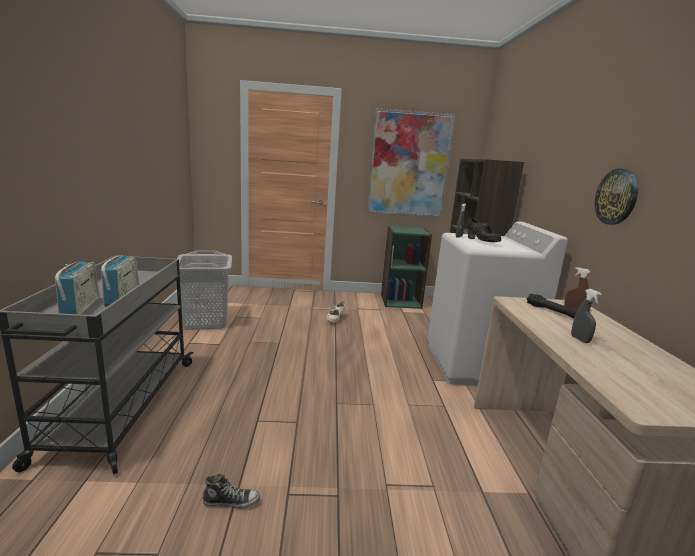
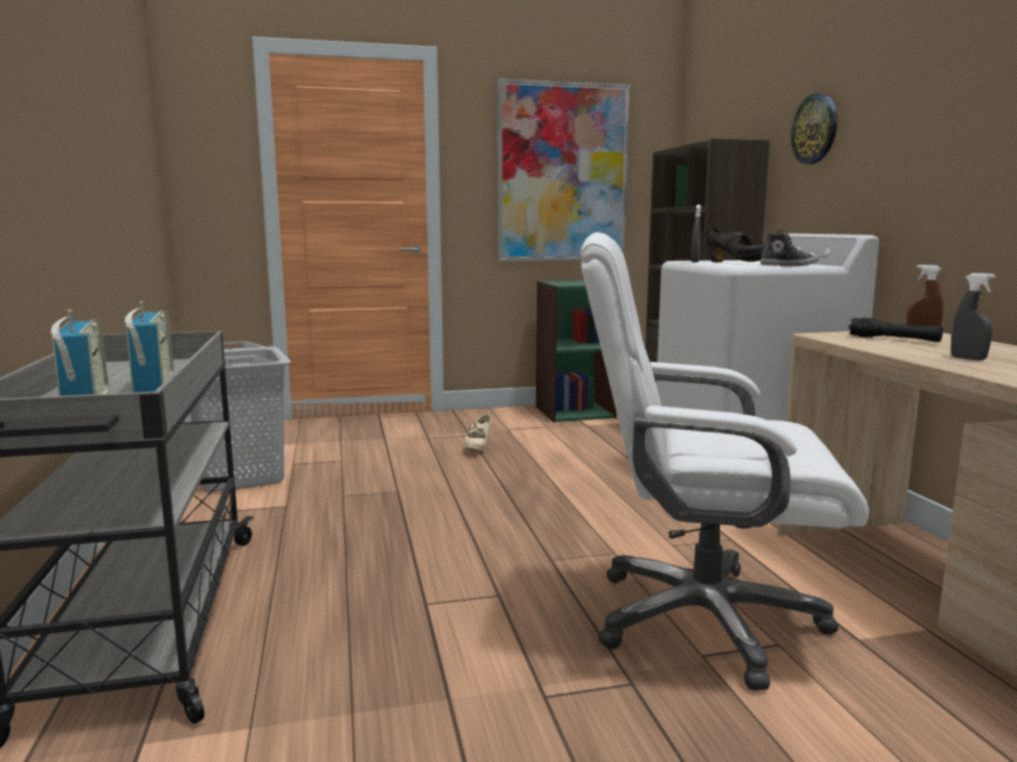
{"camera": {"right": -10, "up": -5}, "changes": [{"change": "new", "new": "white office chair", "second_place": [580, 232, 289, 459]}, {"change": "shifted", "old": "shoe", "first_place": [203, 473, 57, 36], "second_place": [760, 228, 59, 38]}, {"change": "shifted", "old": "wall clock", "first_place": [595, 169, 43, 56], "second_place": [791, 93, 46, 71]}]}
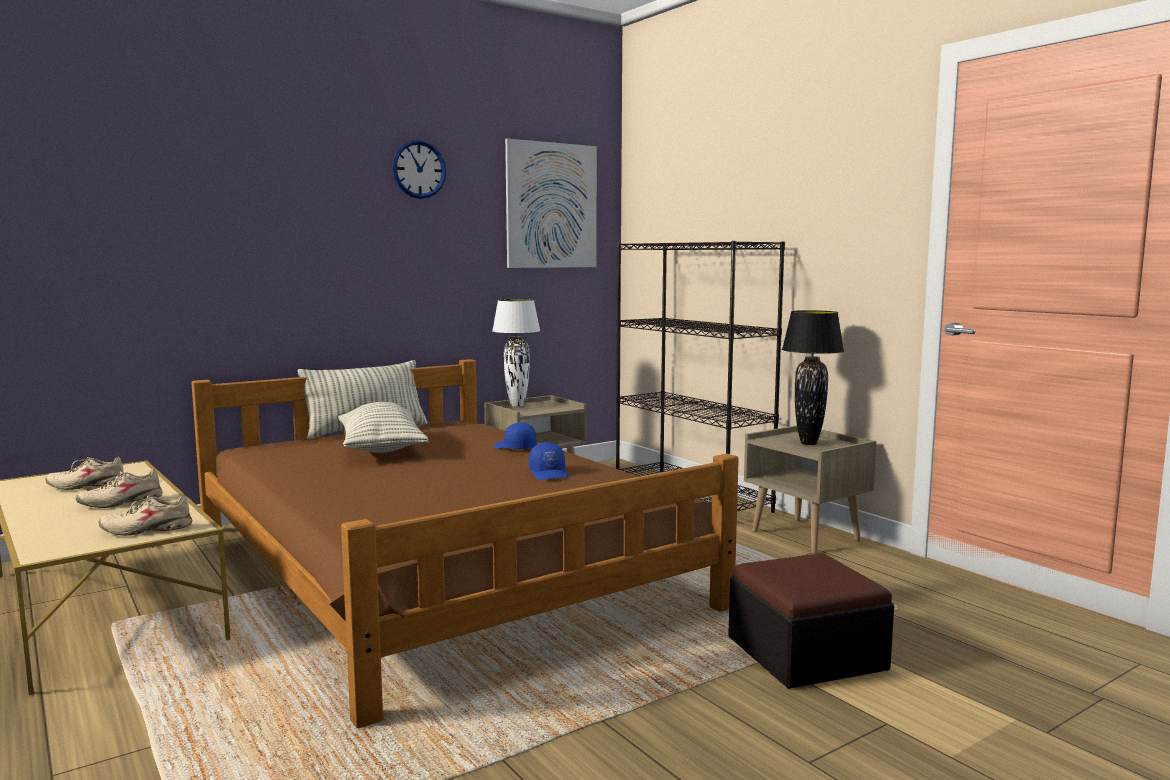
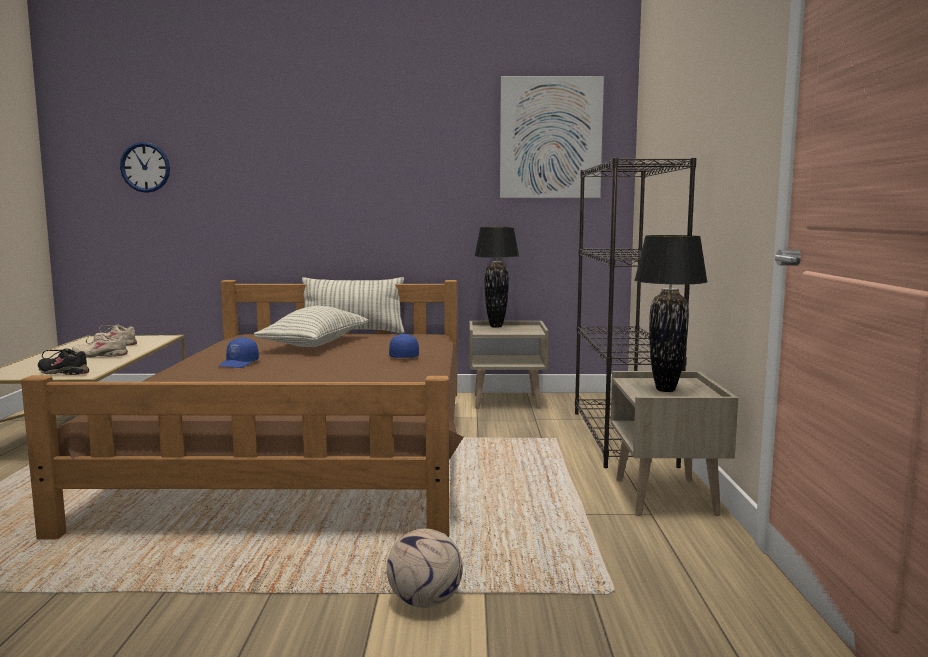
{"camera": {"right": 35, "up": 0}, "changes": [{"change": "repainted", "old": "beige shoe", "new": "black shoe", "first_place": [99, 495, 94, 41], "second_place": [38, 349, 51, 26]}, {"change": "shifted", "old": "wall clock", "first_place": [392, 140, 54, 59], "second_place": [120, 142, 50, 51]}, {"change": "shifted", "old": "blue cap", "first_place": [529, 442, 39, 38], "second_place": [219, 337, 40, 31]}, {"change": "swapped", "old": "ottoman", "new": "football", "first_place": [728, 553, 166, 136], "second_place": [387, 529, 76, 79]}, {"change": "repainted", "old": "white table lamp", "new": "black table lamp", "first_place": [492, 299, 48, 108], "second_place": [475, 227, 44, 101]}]}
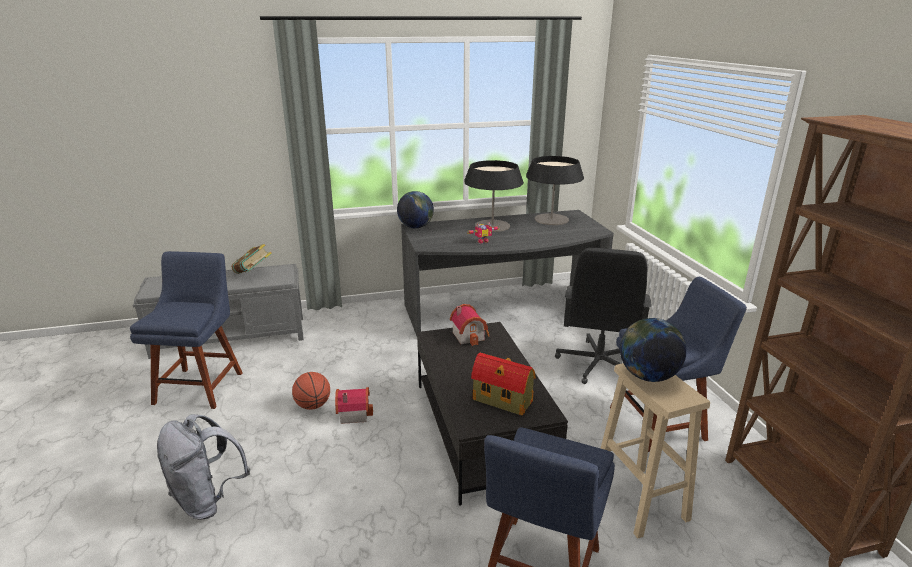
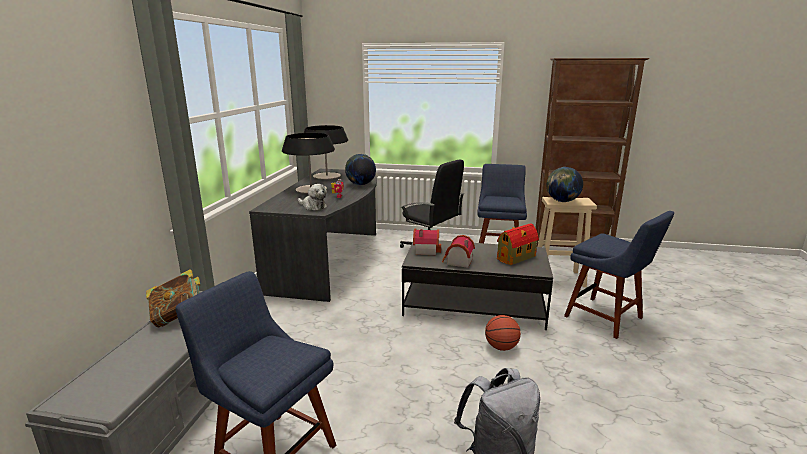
{"camera": {"right": -65, "up": -5}, "changes": [{"change": "new", "new": "plush toy", "second_place": [298, 184, 29, 26]}, {"change": "shifted", "old": "globe", "first_place": [397, 191, 37, 37], "second_place": [345, 154, 31, 31]}, {"change": "shifted", "old": "toy house", "first_place": [335, 387, 38, 37], "second_place": [442, 235, 33, 33]}, {"change": "shifted", "old": "basketball", "first_place": [292, 372, 38, 38], "second_place": [485, 315, 36, 36]}]}
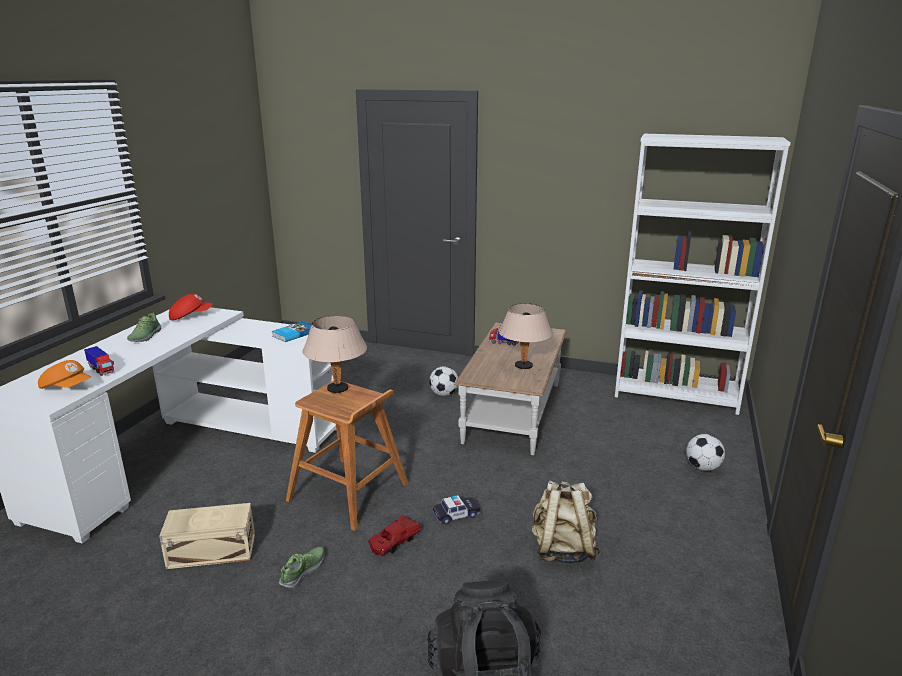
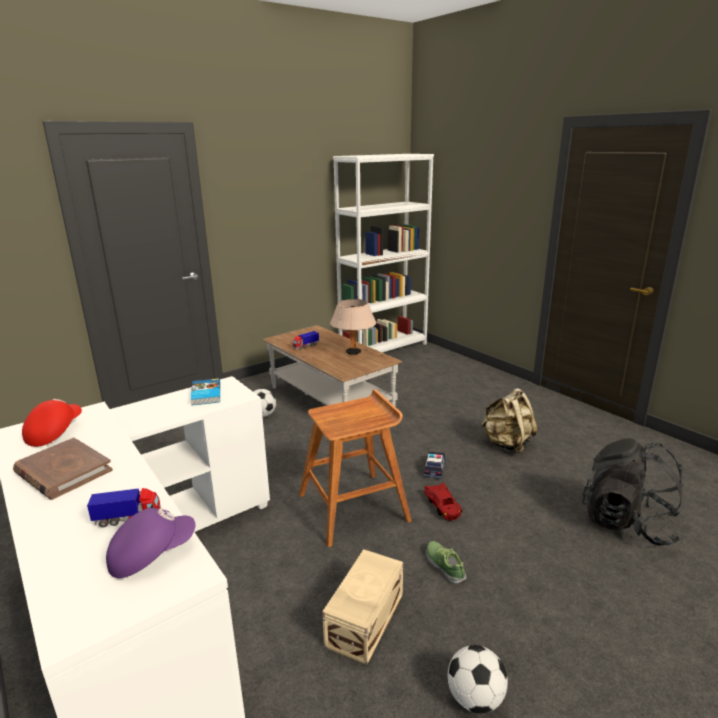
{"camera": {"right": -55, "up": 0}, "changes": [{"change": "swapped", "old": "shoe", "new": "brown book", "first_place": [127, 312, 35, 30], "second_place": [13, 438, 100, 62]}, {"change": "repainted", "old": "orange cap", "new": "purple cap", "first_place": [38, 360, 53, 29], "second_place": [106, 508, 89, 70]}, {"change": "shifted", "old": "football", "first_place": [686, 434, 39, 37], "second_place": [448, 645, 60, 68]}, {"change": "gone", "old": "beige table lamp", "first_place": [303, 315, 64, 78]}]}
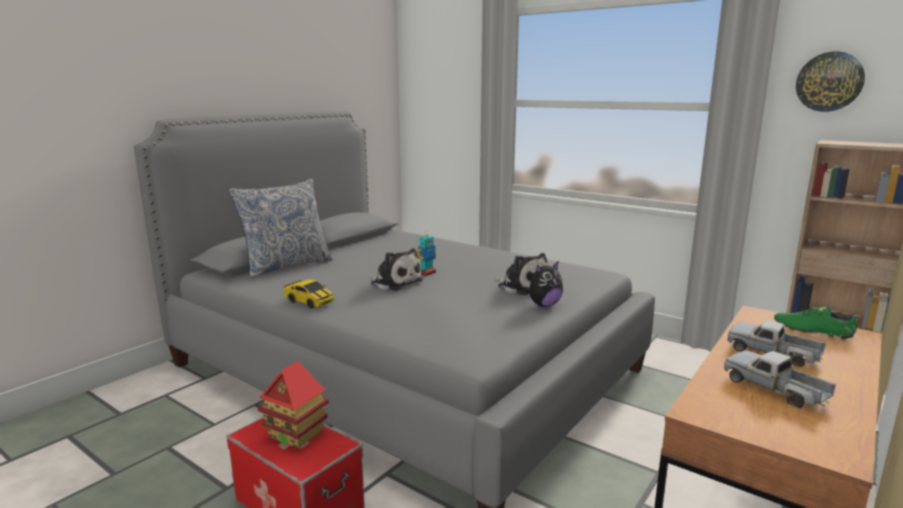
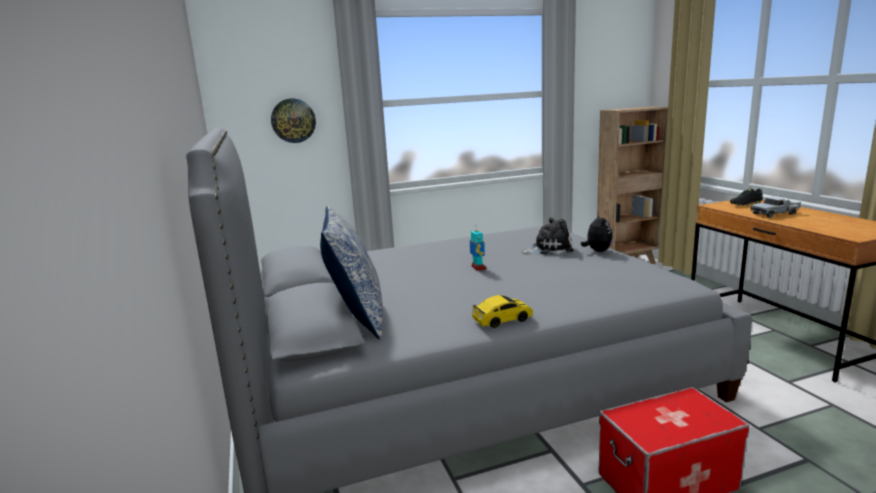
{"camera": {"right": -55, "up": 0}, "changes": [{"change": "shifted", "old": "wall clock", "first_place": [796, 51, 69, 61], "second_place": [271, 98, 45, 45]}, {"change": "repainted", "old": "green shoe", "new": "black shoe", "first_place": [774, 306, 83, 34], "second_place": [730, 188, 33, 18]}, {"change": "gone", "old": "toy house", "first_place": [258, 361, 71, 87]}, {"change": "gone", "old": "plush toy", "first_place": [368, 248, 55, 43]}, {"change": "gone", "old": "toy truck", "first_place": [724, 351, 112, 57]}]}
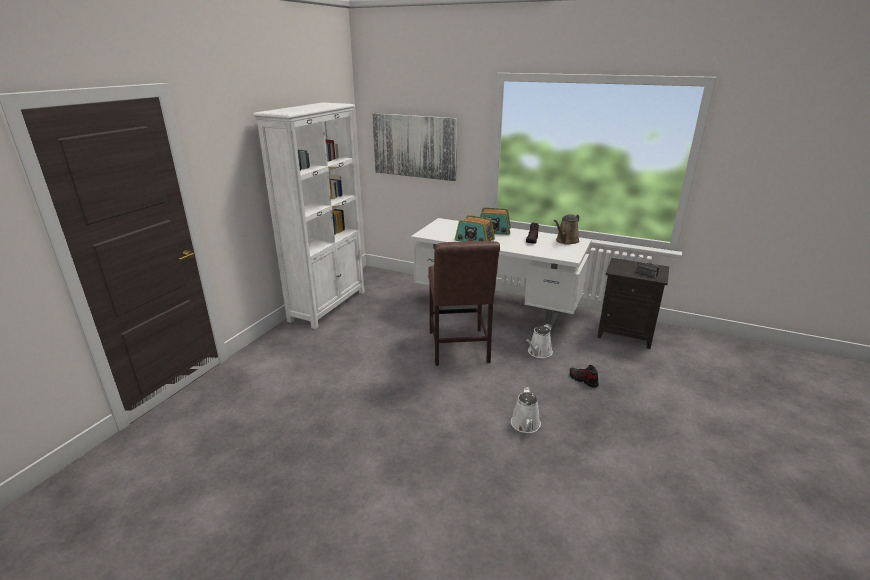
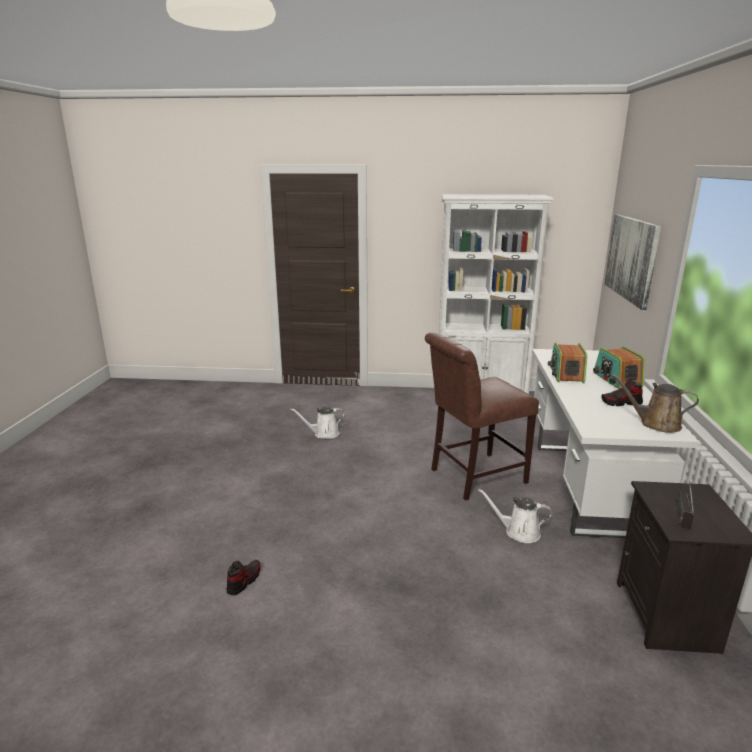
{"camera": {"right": 70, "up": -5}, "changes": [{"change": "shifted", "old": "shoe", "first_place": [570, 365, 29, 23], "second_place": [227, 560, 33, 35]}, {"change": "shifted", "old": "white watering can", "first_place": [511, 387, 30, 46], "second_place": [290, 407, 55, 32]}]}
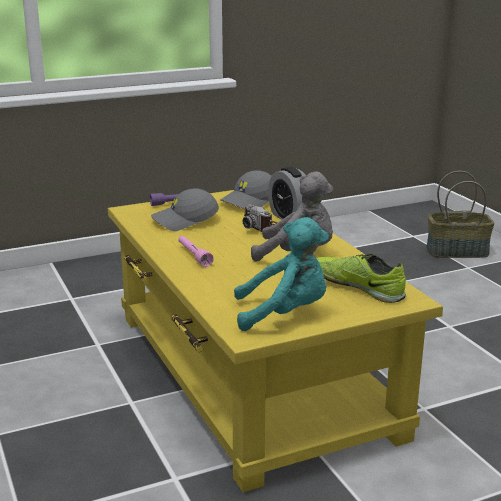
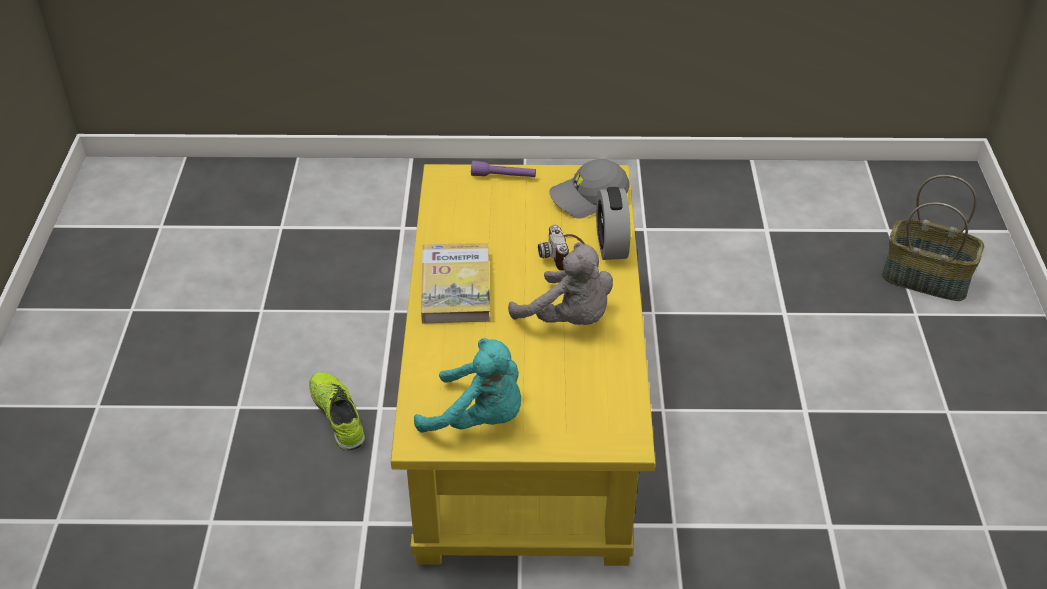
{"camera": {"right": 25, "up": 20}, "changes": [{"change": "shifted", "old": "shoe", "first_place": [316, 254, 90, 49], "second_place": [309, 372, 56, 79]}, {"change": "swapped", "old": "pink flashlight", "new": "book", "first_place": [178, 236, 36, 31], "second_place": [421, 243, 70, 81]}, {"change": "gone", "old": "grey cap", "first_place": [151, 188, 68, 43]}]}
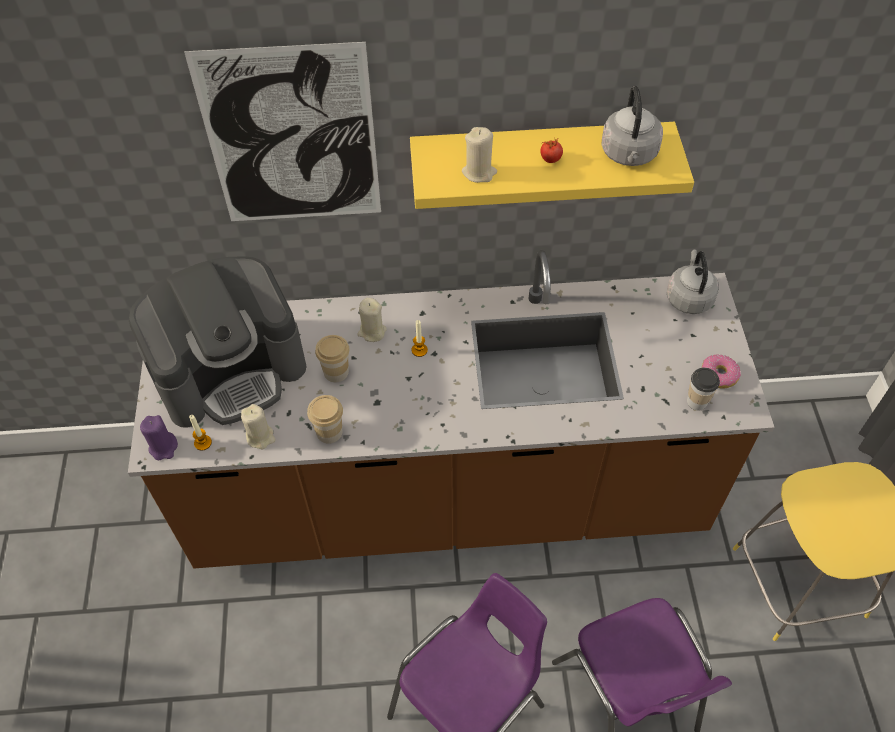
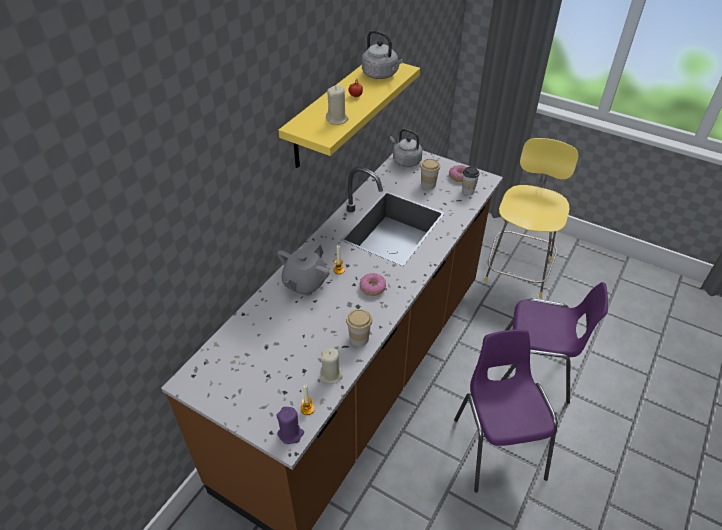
{"camera": {"right": -55, "up": -10}, "changes": [{"change": "swapped", "old": "beige candle", "new": "grey teapot", "first_place": [358, 298, 29, 44], "second_place": [277, 242, 53, 54]}, {"change": "new", "new": "donut", "second_place": [359, 273, 27, 23]}, {"change": "shifted", "old": "cup", "first_place": [315, 335, 34, 47], "second_place": [420, 159, 20, 30]}, {"change": "gone", "old": "coffee machine", "first_place": [129, 256, 178, 172]}, {"change": "gone", "old": "picture", "first_place": [184, 42, 197, 179]}]}
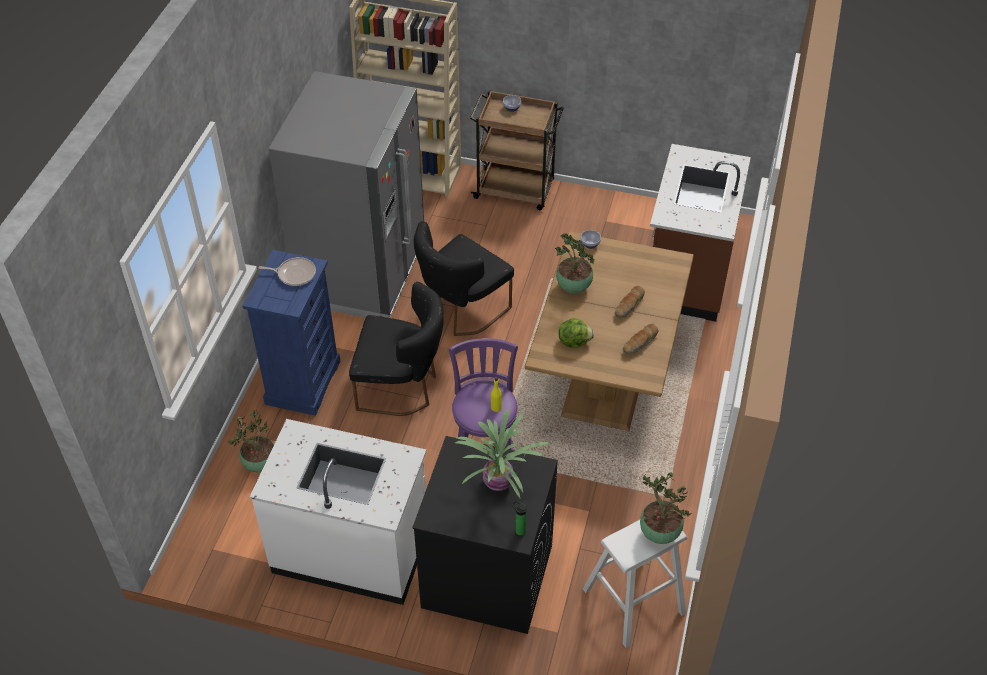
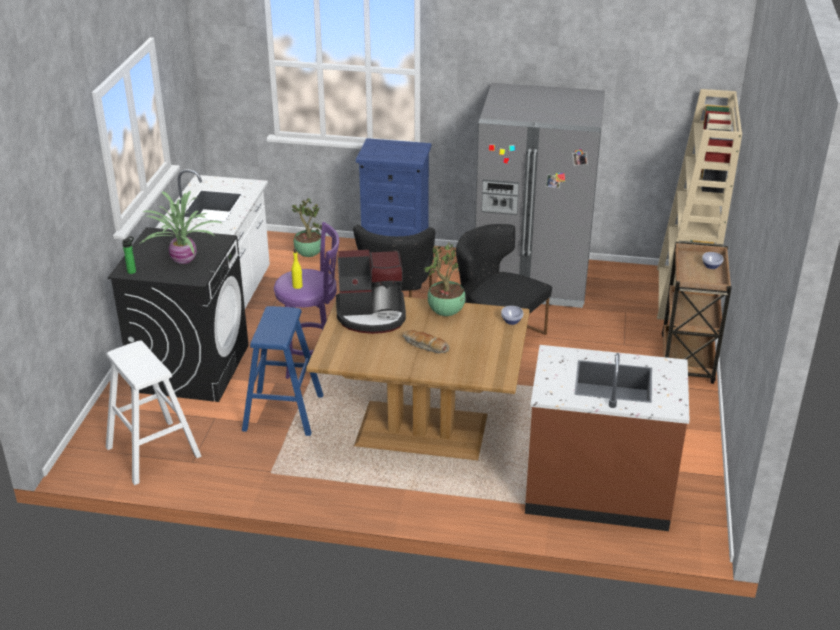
{"camera": {"right": 85, "up": -15}, "changes": [{"change": "new", "new": "blue stool", "second_place": [242, 306, 81, 130]}, {"change": "swapped", "old": "lettuce", "new": "coffee machine", "first_place": [558, 318, 36, 30], "second_place": [336, 250, 70, 84]}, {"change": "gone", "old": "frying pan", "first_place": [258, 257, 58, 29]}, {"change": "gone", "old": "bread", "first_place": [623, 323, 36, 32]}, {"change": "gone", "old": "potted plant", "first_place": [640, 472, 52, 72]}]}
